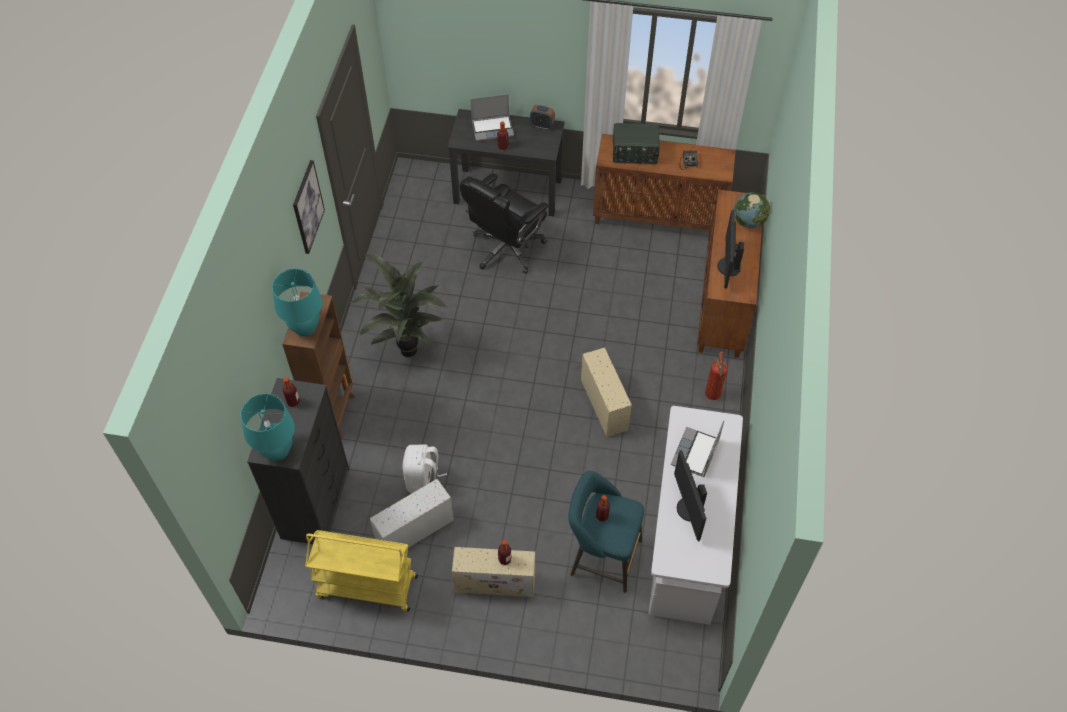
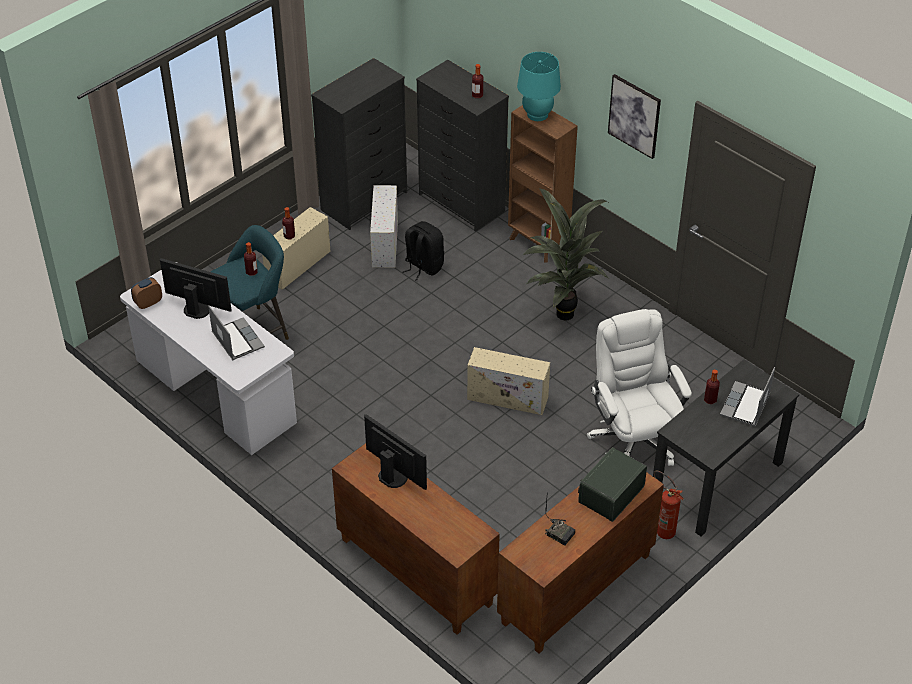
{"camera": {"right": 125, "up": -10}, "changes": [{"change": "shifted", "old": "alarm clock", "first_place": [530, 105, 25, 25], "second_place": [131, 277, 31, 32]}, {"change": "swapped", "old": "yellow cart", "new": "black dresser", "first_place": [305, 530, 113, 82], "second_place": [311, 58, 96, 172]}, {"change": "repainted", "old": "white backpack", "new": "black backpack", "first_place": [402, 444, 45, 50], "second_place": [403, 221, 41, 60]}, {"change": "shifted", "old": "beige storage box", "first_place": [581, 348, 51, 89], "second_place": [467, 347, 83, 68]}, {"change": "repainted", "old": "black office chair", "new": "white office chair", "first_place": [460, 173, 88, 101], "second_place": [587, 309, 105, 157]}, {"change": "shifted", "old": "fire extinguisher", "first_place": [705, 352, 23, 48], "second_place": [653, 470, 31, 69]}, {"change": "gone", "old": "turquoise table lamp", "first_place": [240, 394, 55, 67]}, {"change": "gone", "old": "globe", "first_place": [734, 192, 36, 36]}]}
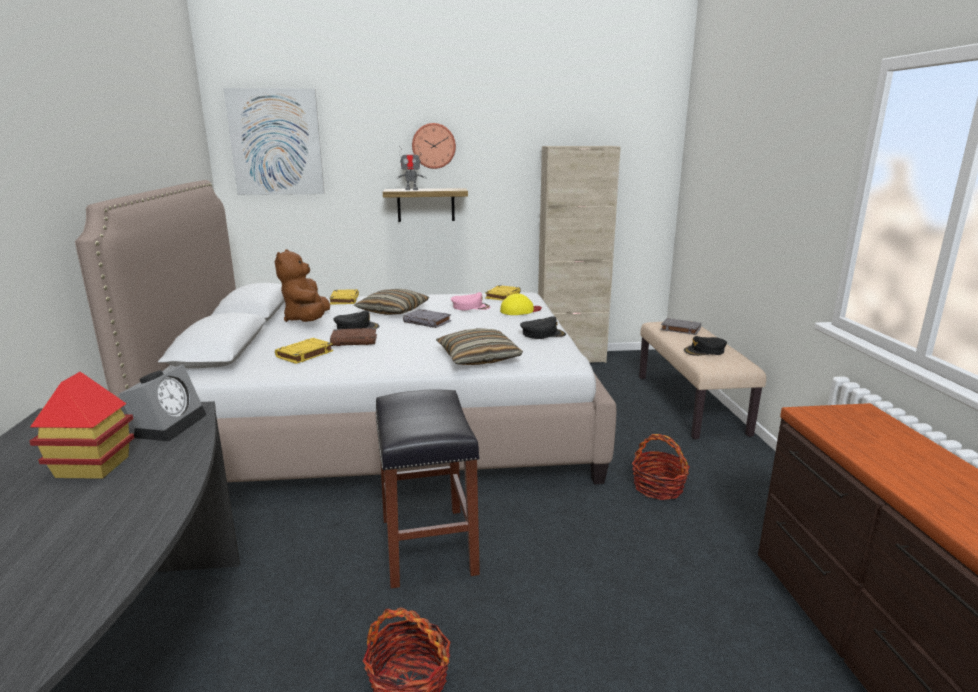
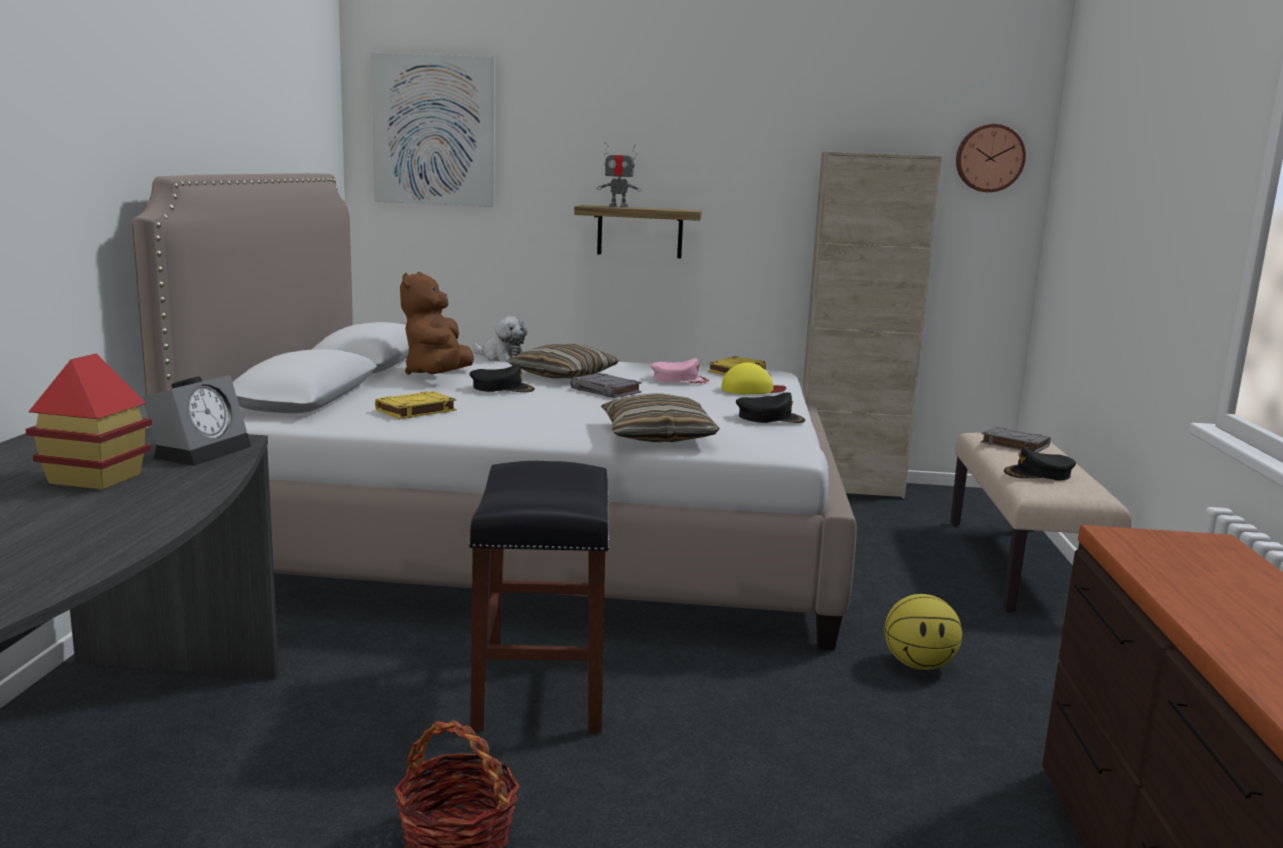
{"camera": {"right": 10, "up": -5}, "changes": [{"change": "swapped", "old": "yellow book", "new": "plush toy", "first_place": [329, 289, 30, 16], "second_place": [473, 316, 54, 46]}, {"change": "swapped", "old": "basket", "new": "basketball", "first_place": [632, 434, 57, 66], "second_place": [884, 594, 78, 76]}, {"change": "shifted", "old": "wall clock", "first_place": [412, 123, 44, 46], "second_place": [956, 124, 70, 68]}, {"change": "gone", "old": "brown book", "first_place": [330, 328, 47, 18]}]}
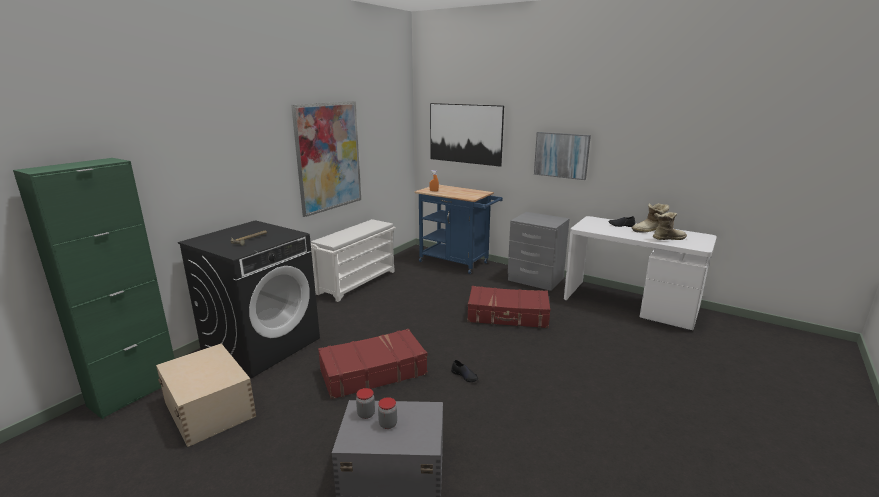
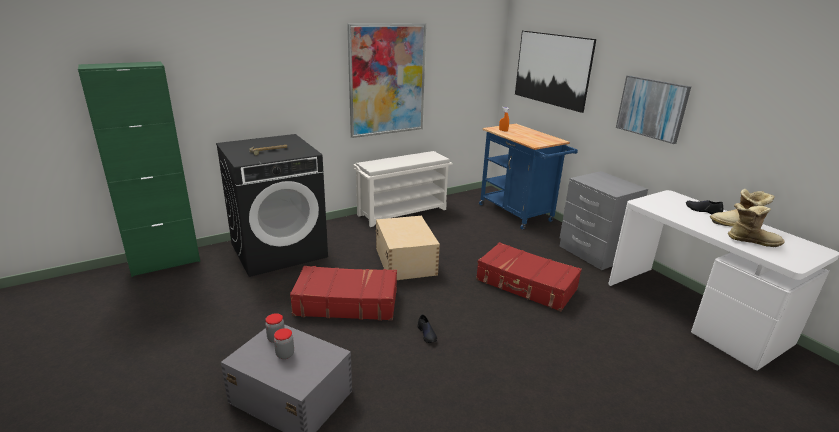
{"camera": {"right": 25, "up": 5}, "changes": [{"change": "shifted", "old": "beige storage box", "first_place": [156, 343, 100, 104], "second_place": [375, 216, 65, 64]}]}
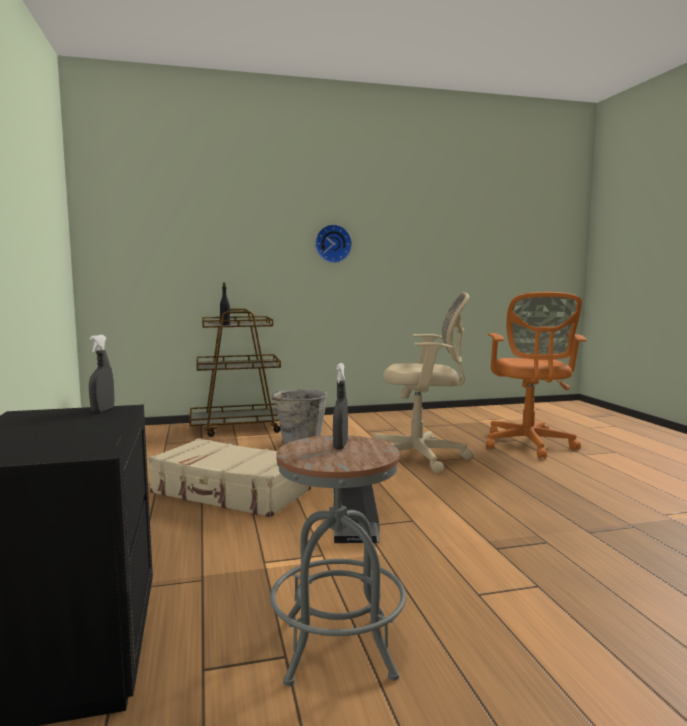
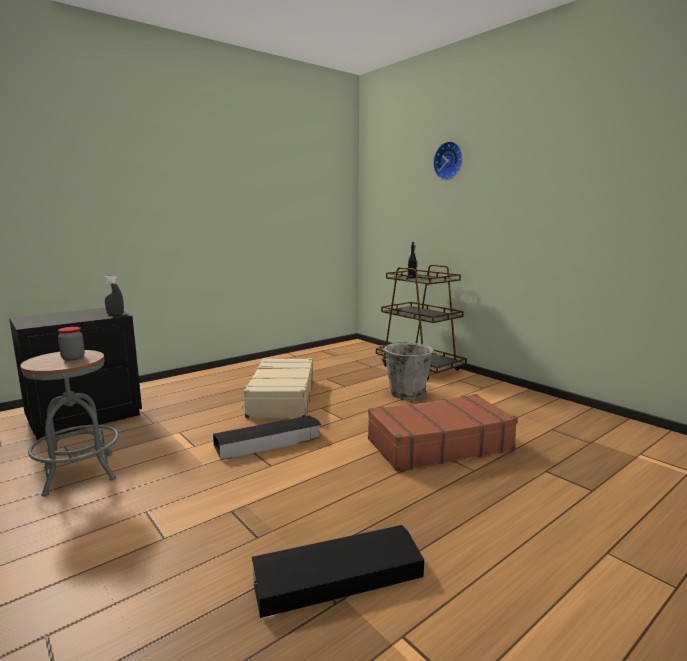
{"camera": {"right": 65, "up": 5}, "changes": [{"change": "swapped", "old": "grey spray bottle", "new": "jar", "first_place": [333, 363, 15, 87], "second_place": [58, 327, 27, 34]}, {"change": "new", "new": "black storage box", "second_place": [252, 525, 172, 94]}, {"change": "swapped", "old": "beige office chair", "new": "brown suitcase", "first_place": [374, 292, 99, 181], "second_place": [368, 394, 150, 77]}, {"change": "shifted", "old": "wall clock", "first_place": [315, 224, 37, 39], "second_place": [433, 141, 30, 39]}, {"change": "gone", "old": "orange office chair", "first_place": [486, 292, 101, 167]}]}
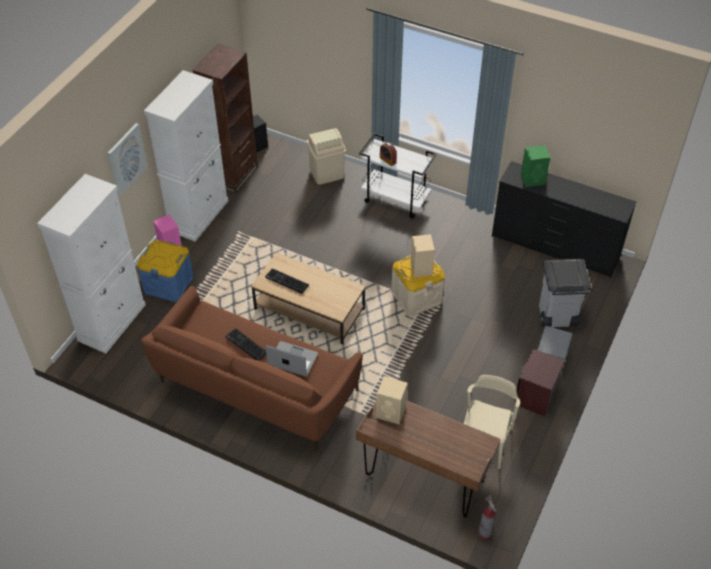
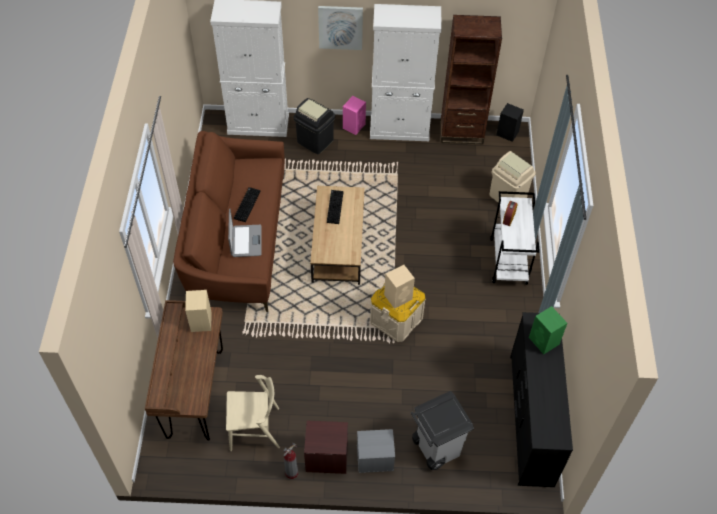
{"camera": {"right": 65, "up": 5}, "changes": [{"change": "shifted", "old": "fire extinguisher", "first_place": [478, 495, 18, 45], "second_place": [283, 443, 15, 36]}, {"change": "swapped", "old": "blue storage box", "new": "black trash can", "first_place": [137, 240, 57, 62], "second_place": [294, 98, 41, 56]}]}
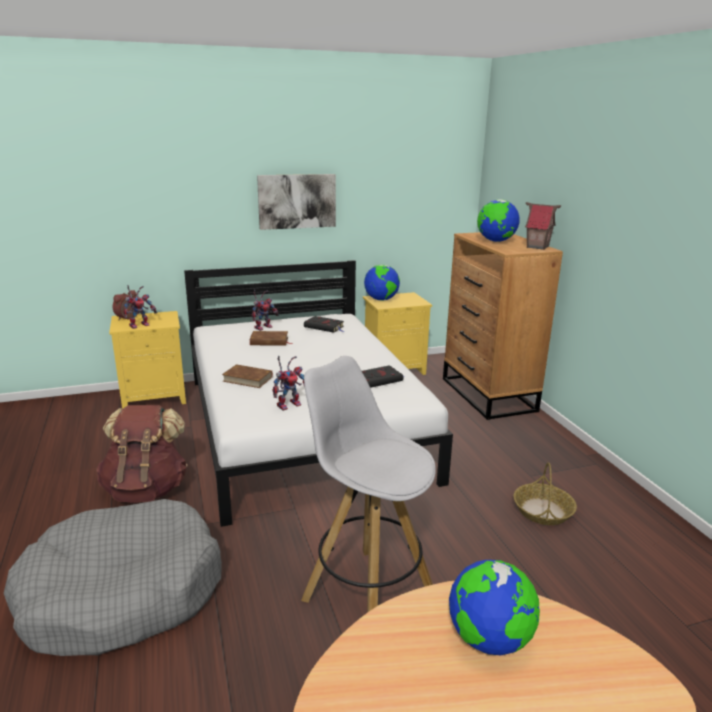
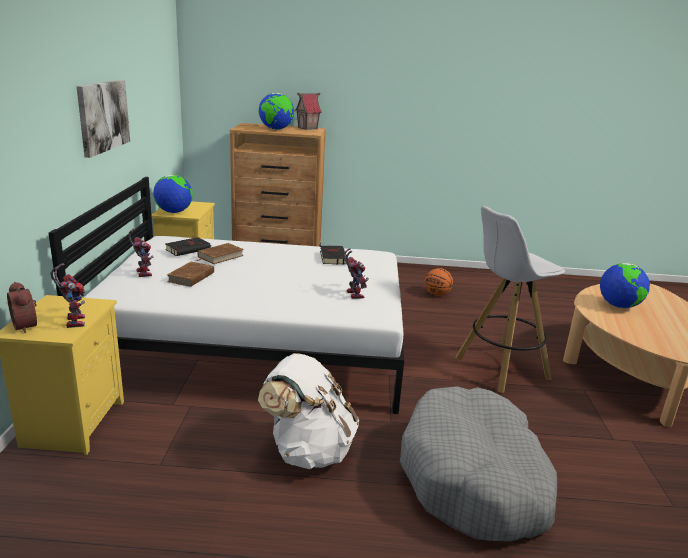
{"camera": {"right": -70, "up": 0}, "changes": [{"change": "shifted", "old": "brown book", "first_place": [222, 364, 51, 24], "second_place": [196, 243, 48, 21]}, {"change": "repainted", "old": "brown backpack", "new": "white backpack", "first_place": [96, 405, 92, 98], "second_place": [258, 353, 101, 116]}, {"change": "swapped", "old": "basket", "new": "basketball", "first_place": [513, 462, 64, 63], "second_place": [424, 268, 29, 28]}]}
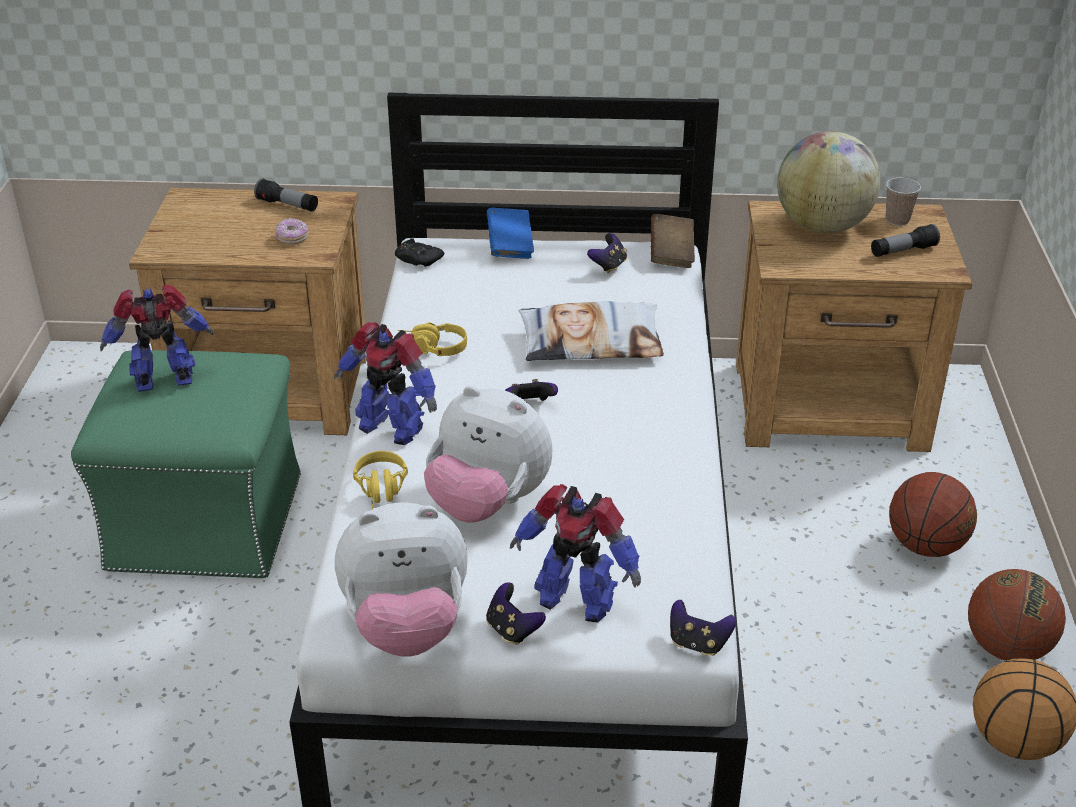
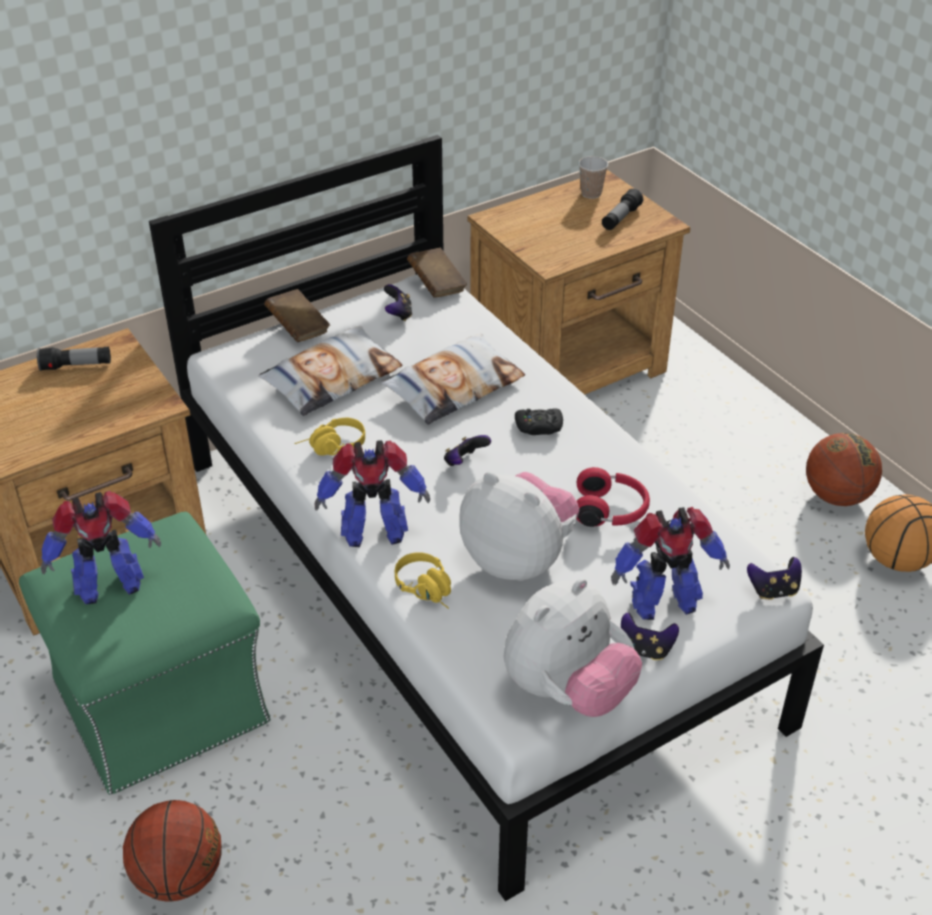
{"camera": {"right": -35, "up": 5}, "changes": [{"change": "rotated", "old": "toy robot", "first_place": [100, 285, 113, 107], "second_place": [41, 491, 120, 113], "degrees": -150}, {"change": "shifted", "old": "basketball", "first_place": [889, 472, 88, 85], "second_place": [123, 800, 99, 101]}, {"change": "new", "new": "pillow", "second_place": [258, 325, 145, 91]}, {"change": "repainted", "old": "blue book", "new": "brown book", "first_place": [487, 208, 47, 51], "second_place": [264, 289, 66, 53]}, {"change": "rotated", "old": "plush toy", "first_place": [424, 386, 128, 137], "second_place": [459, 472, 120, 109], "degrees": -135}, {"change": "shifted", "old": "black game controller", "first_place": [395, 238, 49, 29], "second_place": [515, 408, 48, 27]}, {"change": "new", "new": "red headphones", "second_place": [577, 467, 73, 60]}, {"change": "gone", "old": "donut", "first_place": [275, 218, 34, 26]}, {"change": "gone", "old": "globe", "first_place": [777, 131, 104, 103]}]}
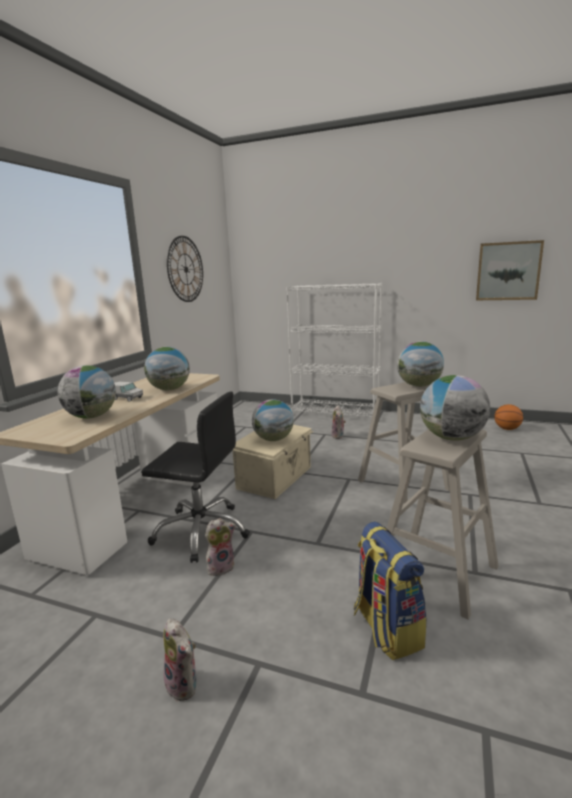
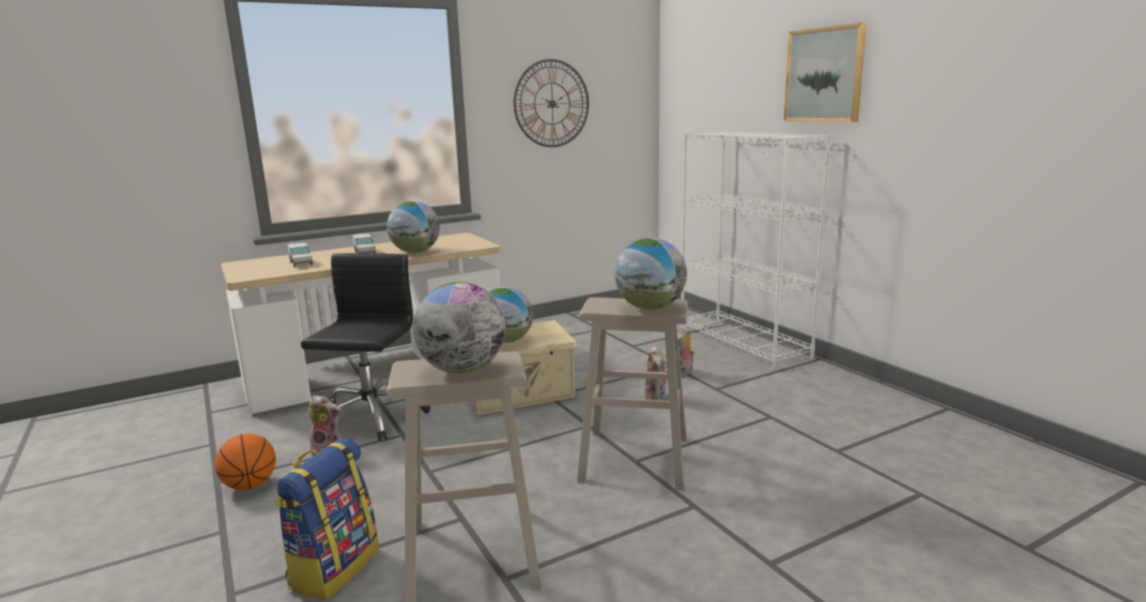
{"camera": {"right": 40, "up": 0}, "changes": [{"change": "shifted", "old": "basketball", "first_place": [494, 404, 29, 26], "second_place": [215, 434, 61, 56]}, {"change": "swapped", "old": "globe", "new": "toy truck", "first_place": [58, 365, 58, 54], "second_place": [287, 242, 25, 25]}, {"change": "rotated", "old": "black office chair", "first_place": [141, 391, 109, 172], "second_place": [301, 253, 129, 188], "degrees": -135}, {"change": "shifted", "old": "plush toy", "first_place": [163, 618, 33, 84], "second_place": [644, 345, 23, 56]}, {"change": "shifted", "old": "picture", "first_place": [476, 240, 68, 60], "second_place": [784, 23, 83, 99]}]}
